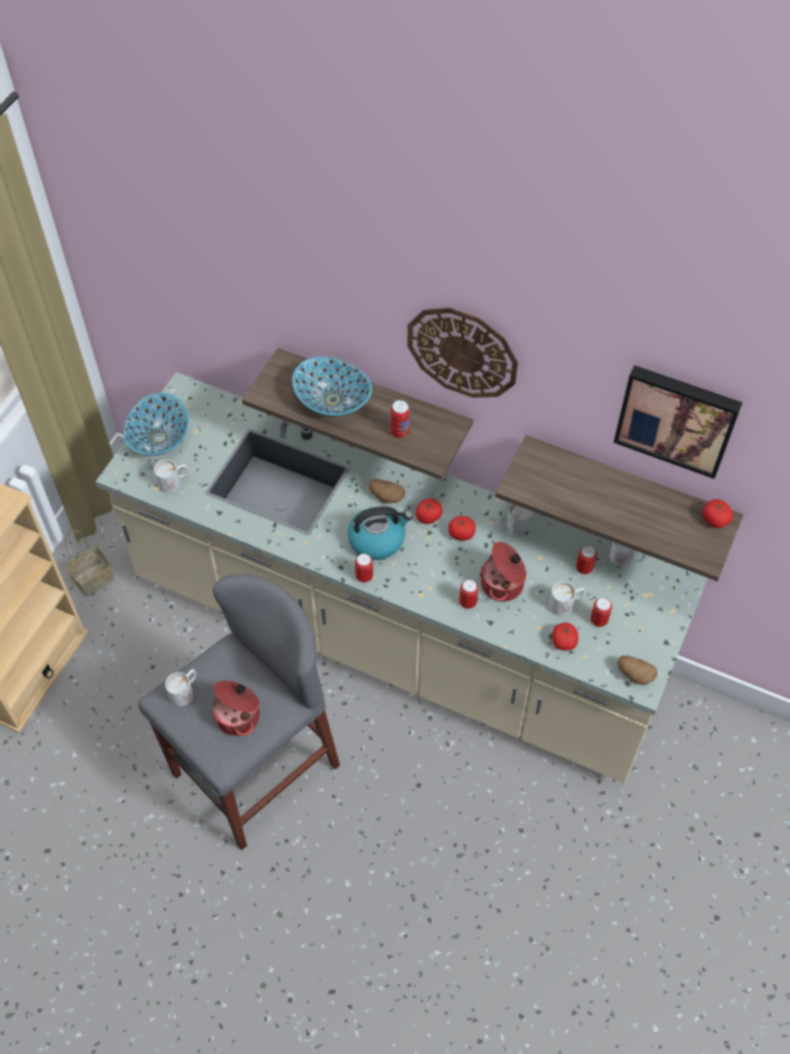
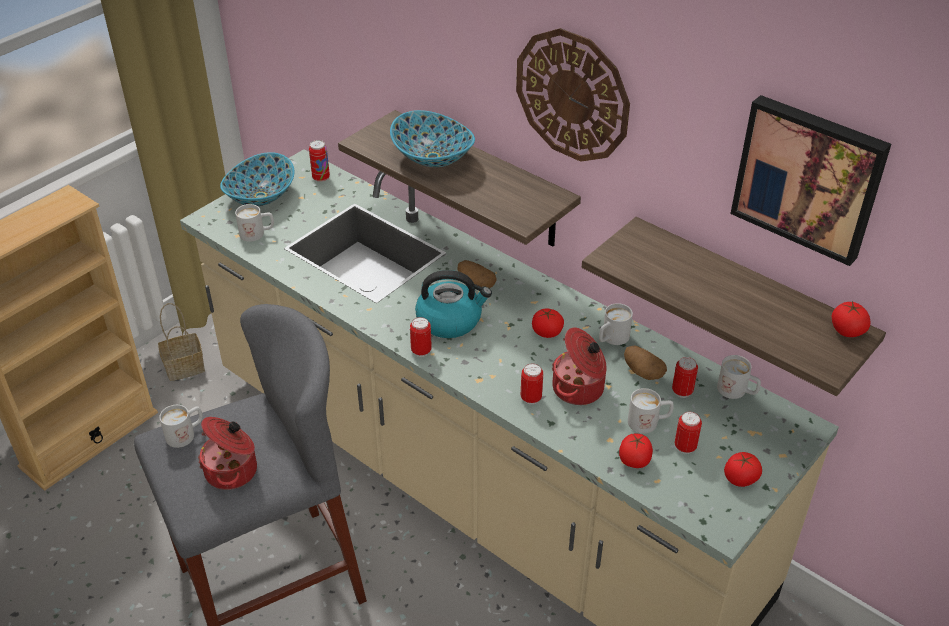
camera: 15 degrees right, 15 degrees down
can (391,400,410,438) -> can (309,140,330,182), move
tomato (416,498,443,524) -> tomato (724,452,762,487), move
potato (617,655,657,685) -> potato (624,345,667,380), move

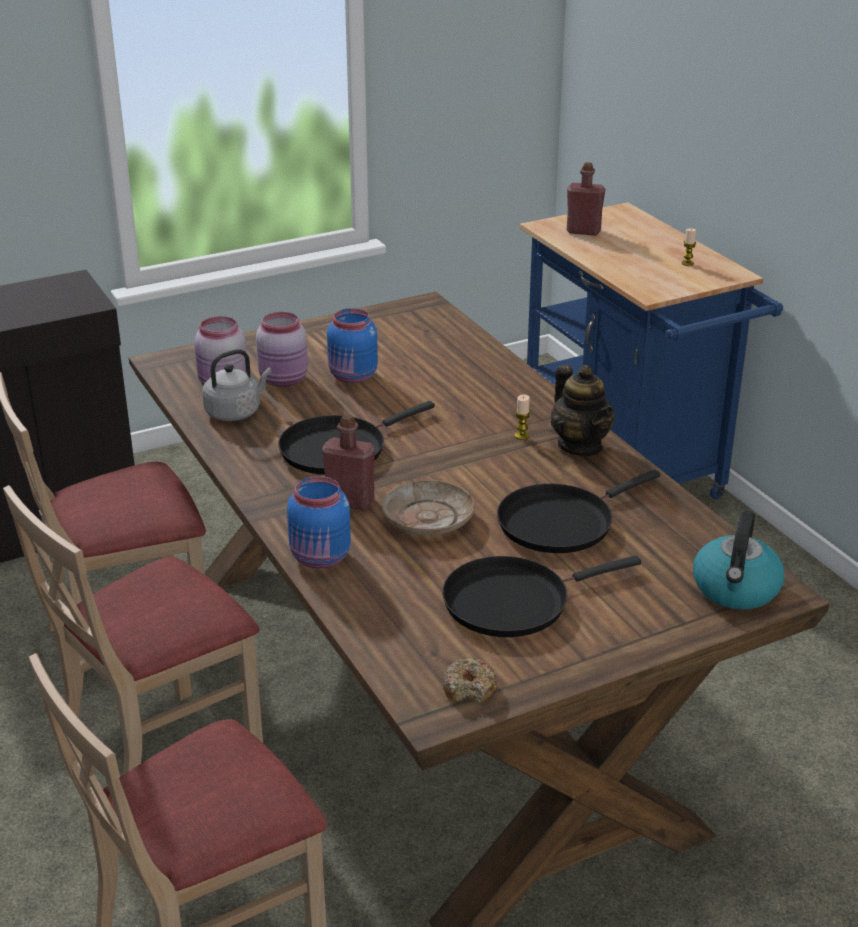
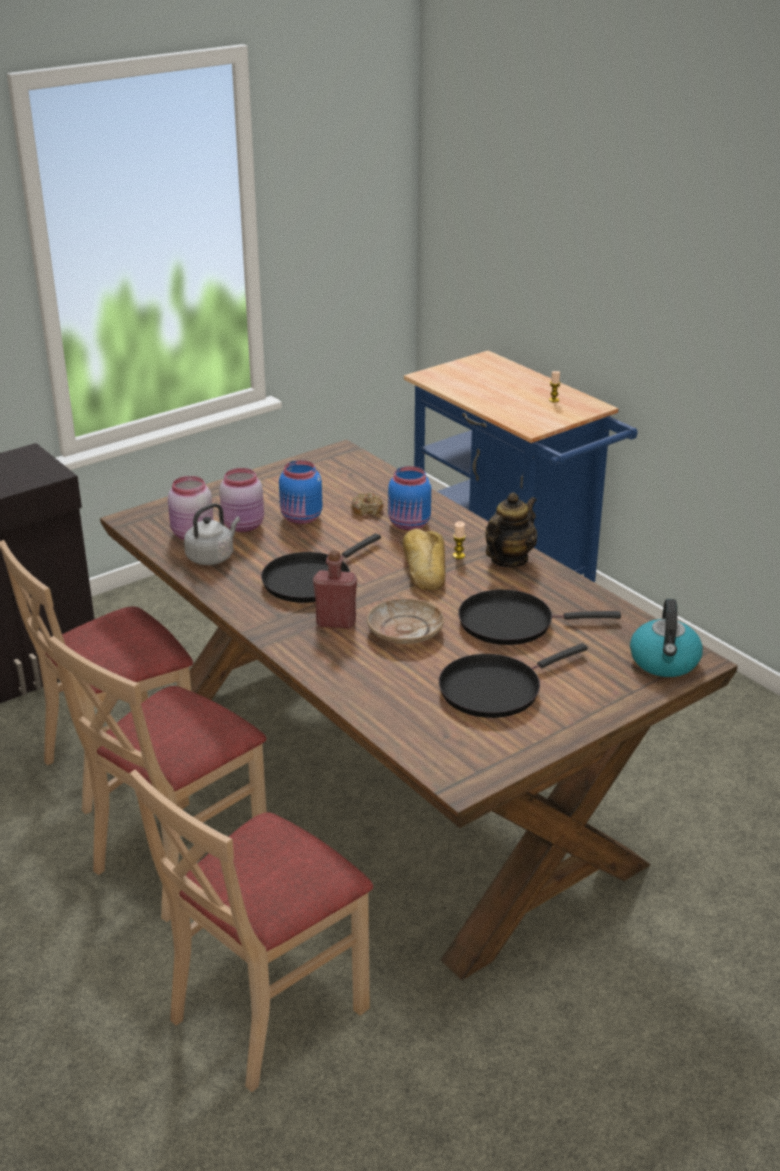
camera: 10 degrees left, 0 degrees up
jar in blue (287,476,351,568) -> jar in blue (388,466,431,530), move
donut (442,657,497,703) -> donut (351,492,384,516), move
frying pan in black (497,470,660,553) -> frying pan in black (458,589,621,645), 45 degrees clockwise
teapot (551,365,614,456) -> teapot (485,492,537,567), 105 degrees counterclockwise
bottle in red (567,162,606,236) -> none
none -> bread (403,528,446,590)

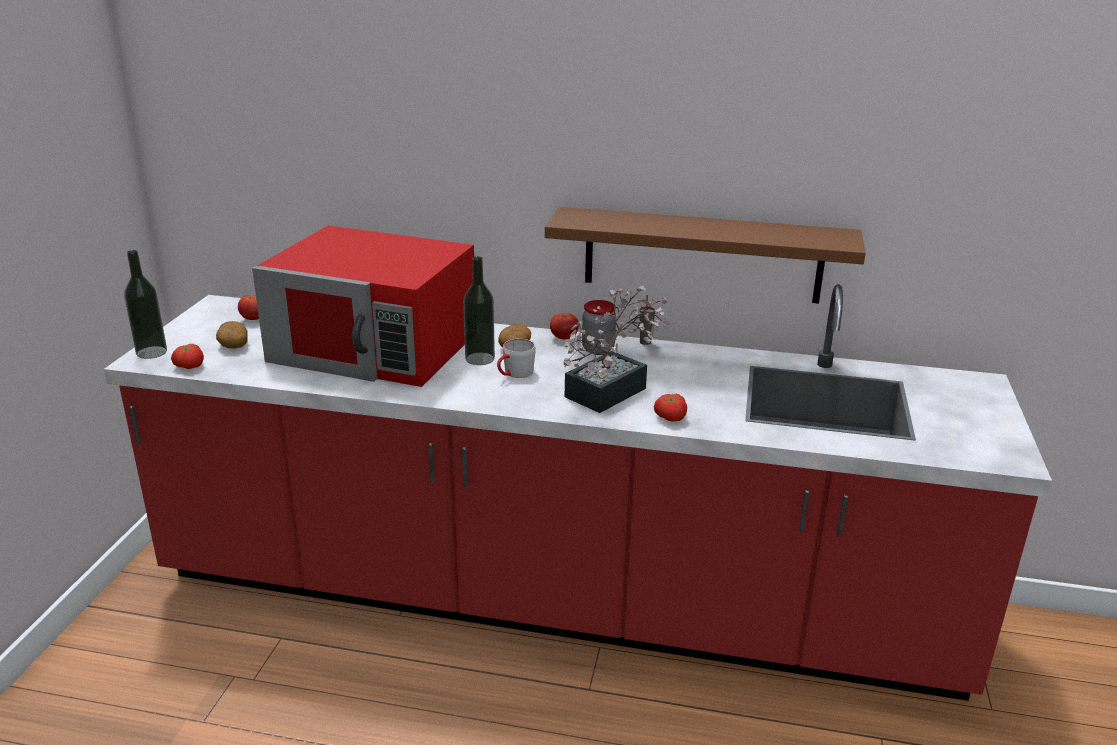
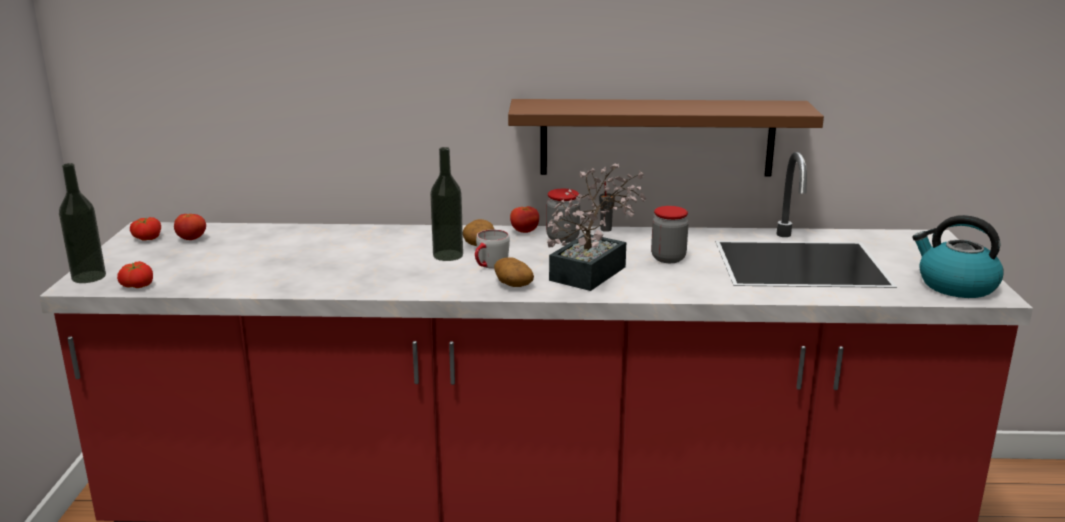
camera: 10 degrees left, 5 degrees down
potato (216,321,248,349) -> potato (494,257,534,287), move
microwave in red (252,225,474,387) -> none
tomato (654,394,687,422) -> tomato (130,217,161,240), move
none -> jar (651,206,689,263)
none -> kettle (913,215,1004,298)

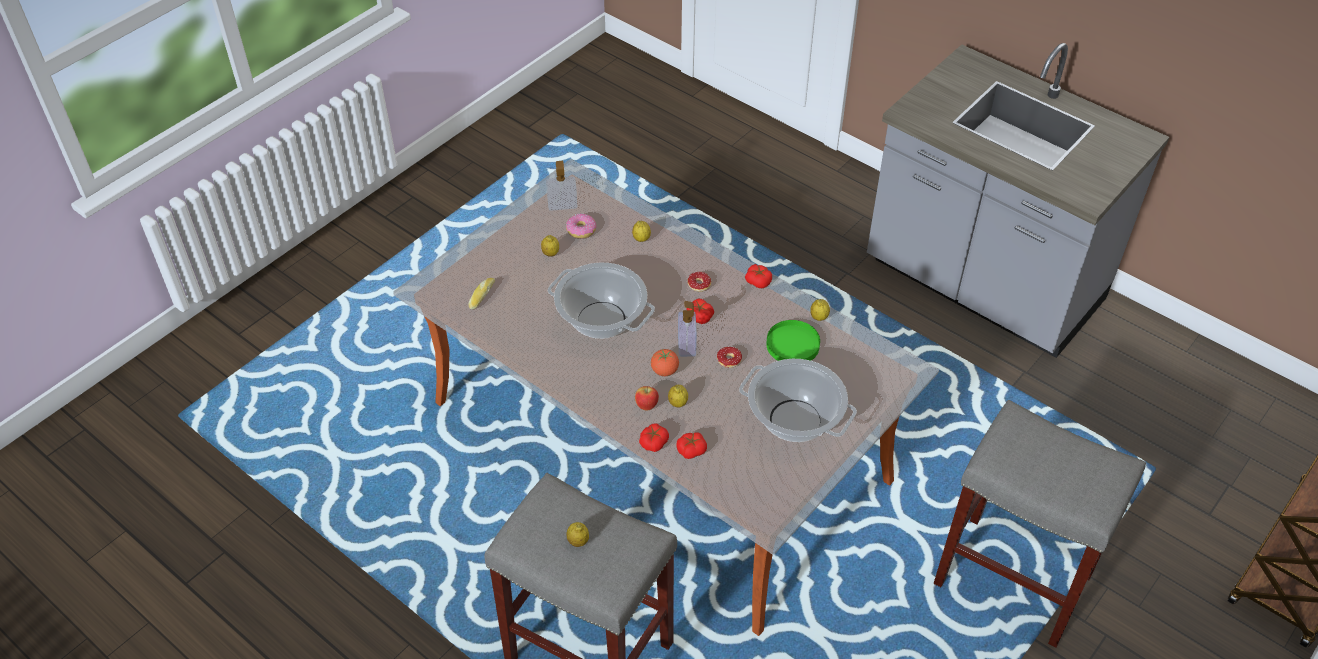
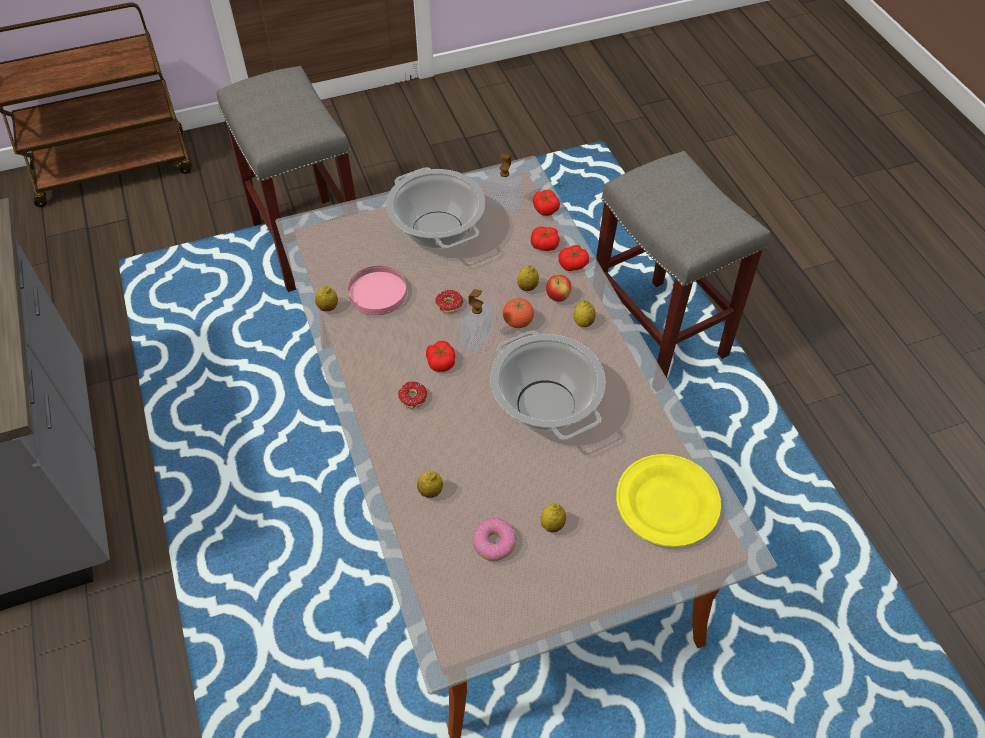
camera: 150 degrees left, 5 degrees up
bread (469,278,495,310) -> plate in yellow (616,454,721,547)
soap dispenser (546,161,577,211) -> soap dispenser (487,154,523,212), move
lemon (566,522,589,547) -> lemon (573,300,596,327), move
tomato (745,264,772,288) -> tomato (533,190,560,216), move
plate in green (766,320,820,361) -> plate in pink (348,266,407,315)

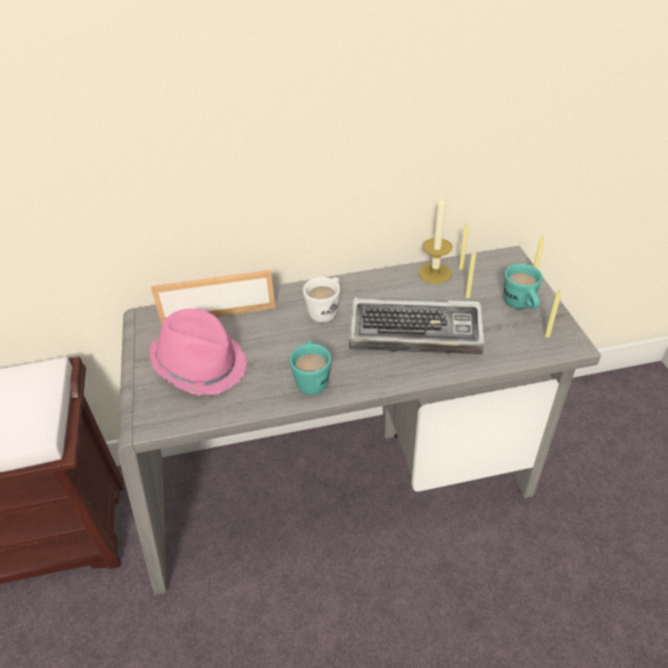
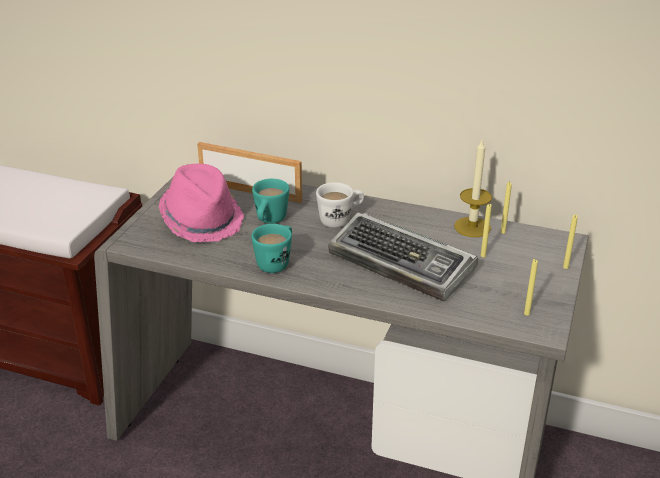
camera: 30 degrees right, 10 degrees down
mug in turquoise (504,264,543,309) -> mug in turquoise (252,179,289,224), move

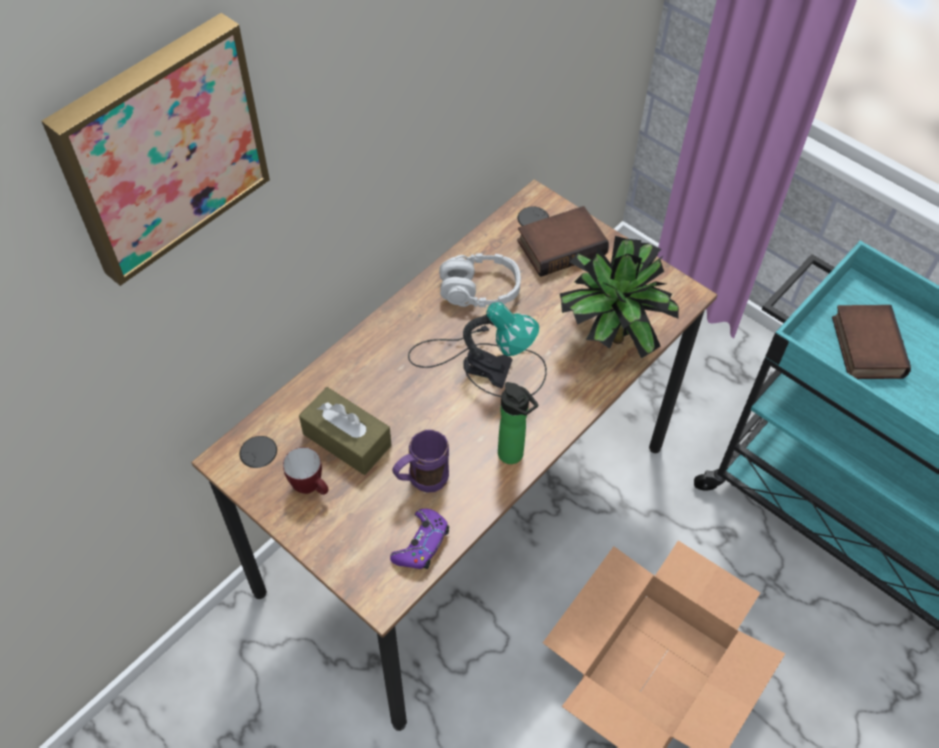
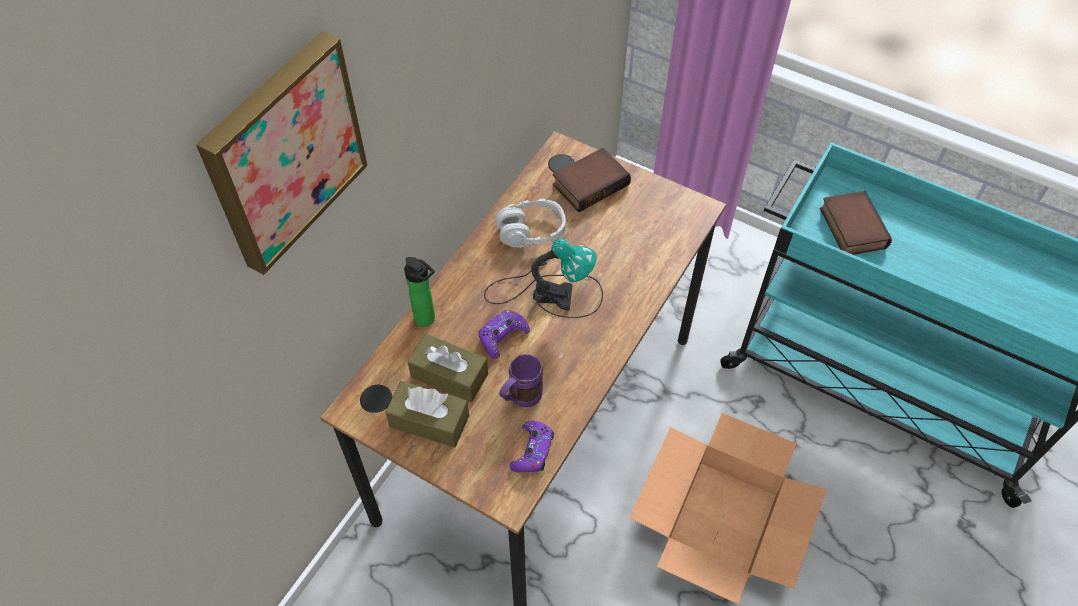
camera: 10 degrees left, 0 degrees up
mug (283,447,329,495) -> tissue box in brown (385,381,469,448)
bottle (498,382,538,464) -> bottle (404,257,435,327), move
potted plant (559,236,679,358) -> none
none -> game controller in purple (479,310,530,359)

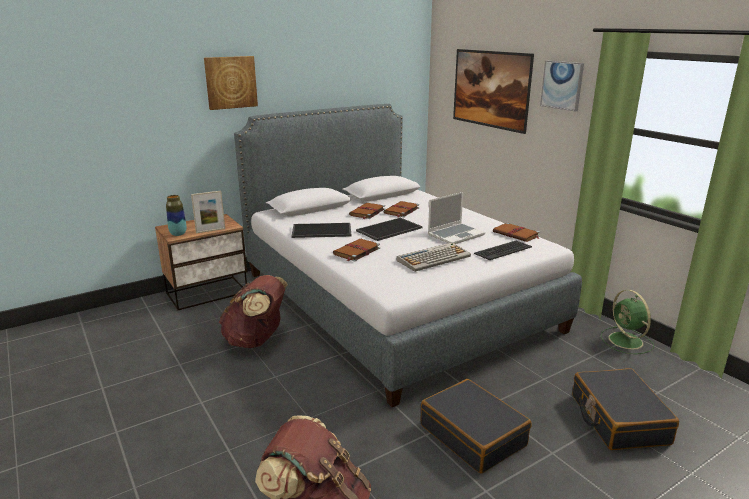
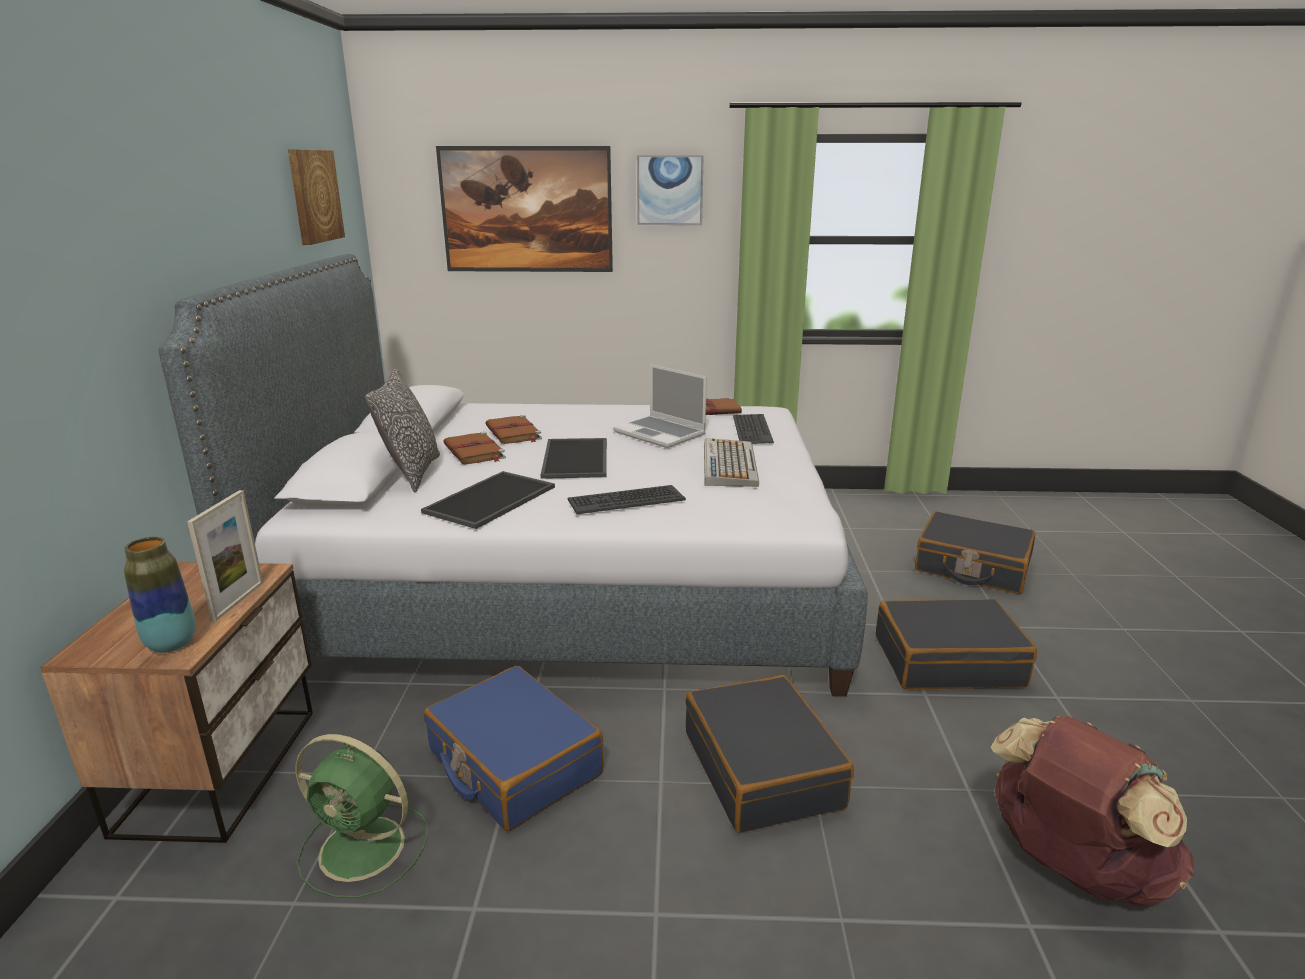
camera: 55 degrees left, 0 degrees up
picture (204,56,258,110) -> picture (288,149,345,245), move
backpack in brown (219,275,288,348) -> suitcase in blue (424,666,603,831)
book in brown (333,239,380,261) -> keyboard (568,485,686,514)
laptop (428,192,485,244) -> laptop (613,364,707,448), 135 degrees clockwise
fan in green (601,290,654,354) -> fan in green (295,734,428,898), move
none -> pillow (365,368,440,493)
none -> suitcase in black (685,675,854,833)

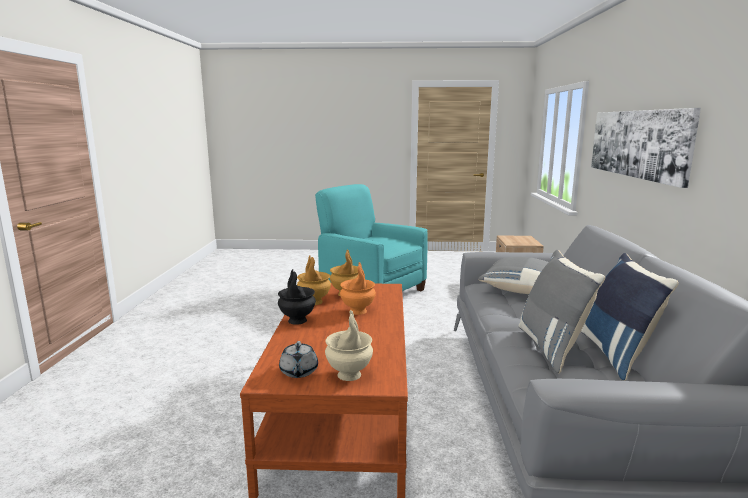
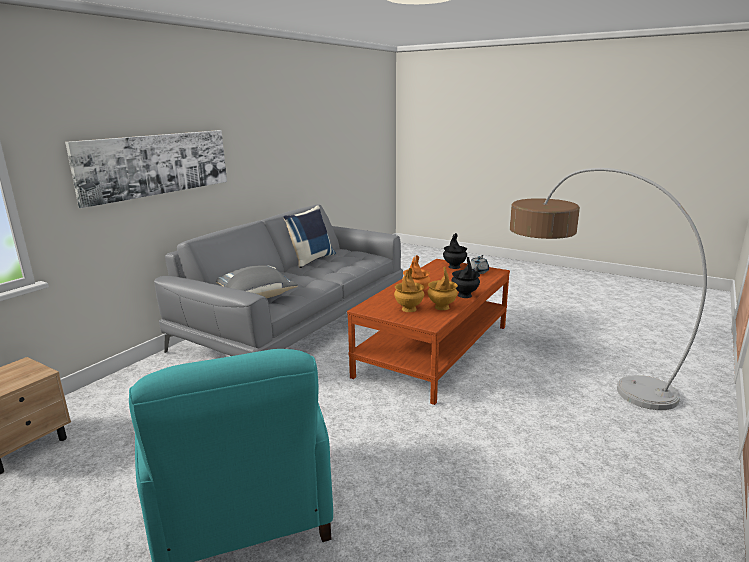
camera: 150 degrees left, 5 degrees up
vase in beige (325,310,373,381) -> vase in black (443,233,467,269)
pillow in grey (518,250,605,374) -> none
none -> floor lamp (510,168,707,410)

